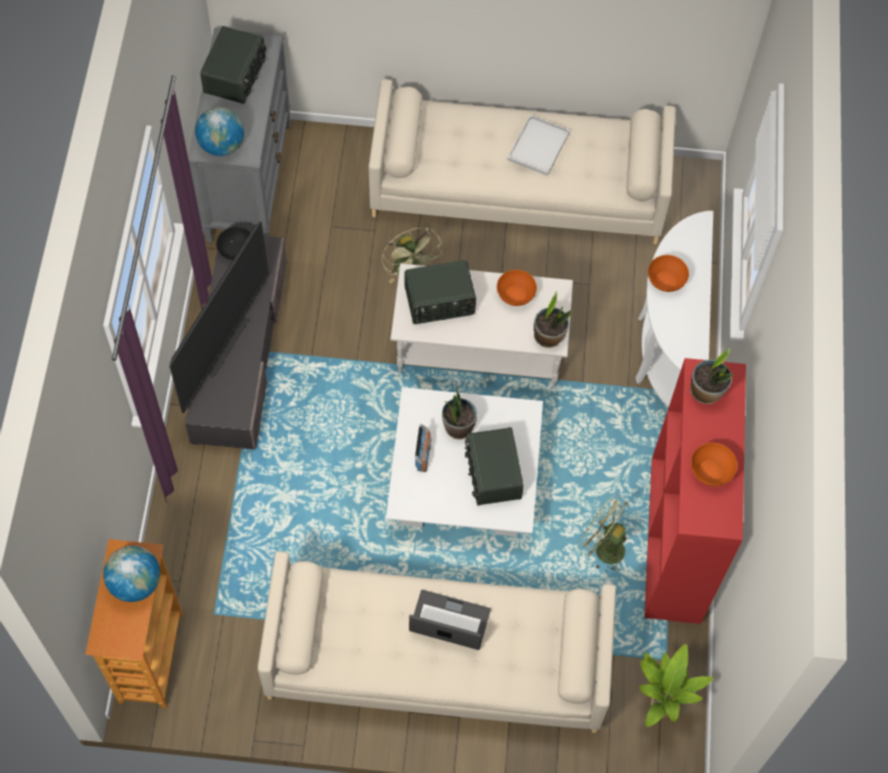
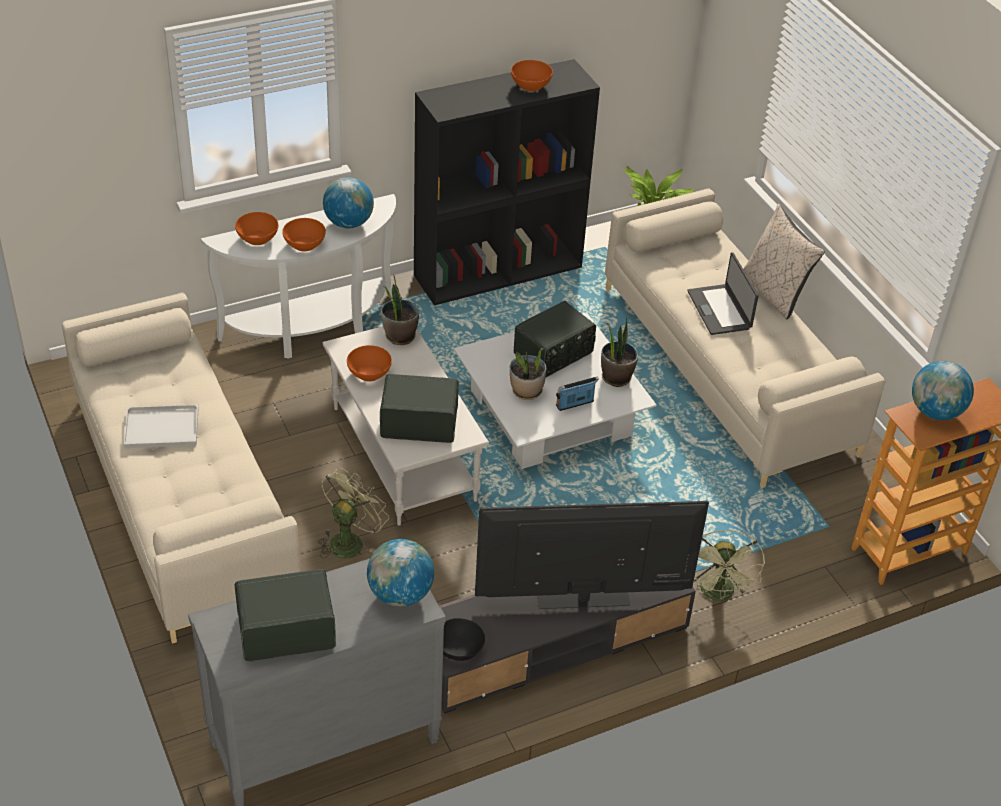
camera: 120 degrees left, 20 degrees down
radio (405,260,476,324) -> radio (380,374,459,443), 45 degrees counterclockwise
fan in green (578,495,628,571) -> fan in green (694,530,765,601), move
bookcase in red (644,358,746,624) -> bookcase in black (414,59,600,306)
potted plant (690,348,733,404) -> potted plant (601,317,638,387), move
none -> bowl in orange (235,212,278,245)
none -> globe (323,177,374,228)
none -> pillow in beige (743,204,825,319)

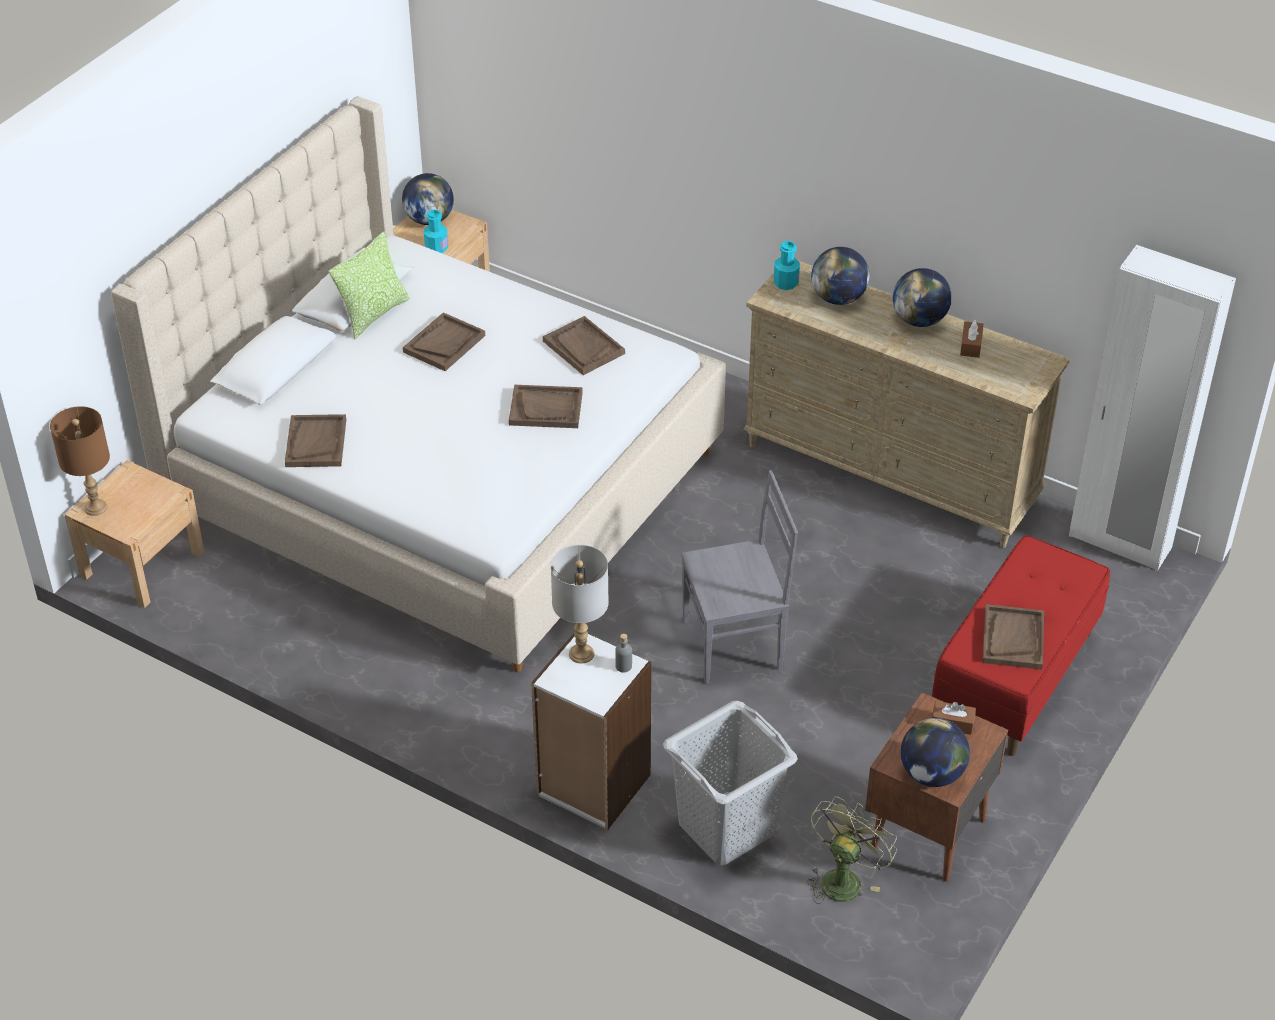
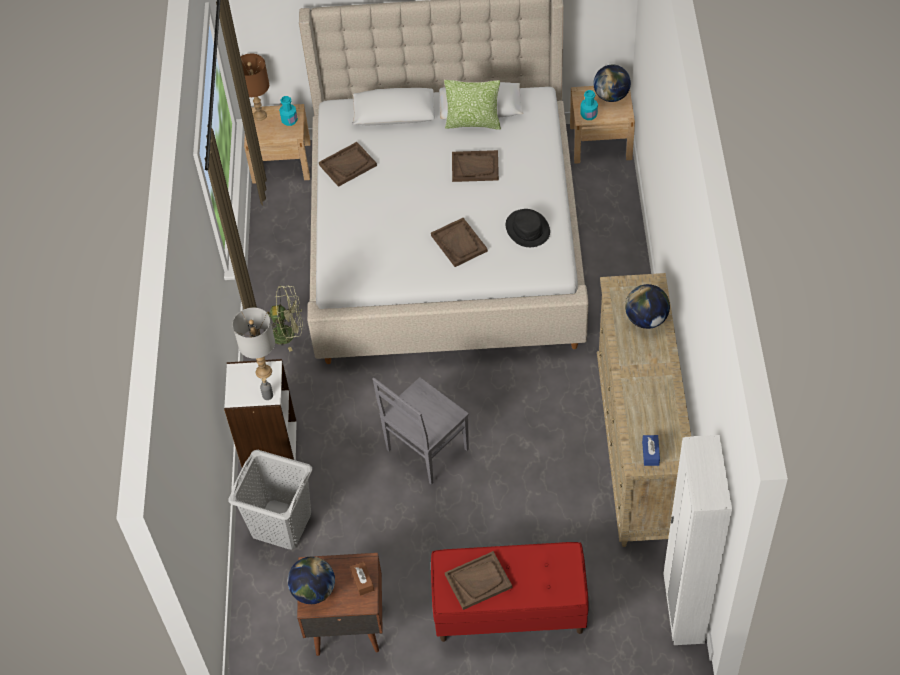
camera: 60 degrees right, 10 degrees up
tray in brown (543,316,625,375) -> hat in black (506,209,550,247)
chair in grey (681,470,798,684) -> chair in grey (373,377,469,485), 90 degrees clockwise
bottle in turquoise (774,241,800,290) -> bottle in turquoise (279,96,298,126), move
fan in green (807,796,897,904) -> fan in green (267,286,303,352), move
globe (893,268,952,327) -> none
tissue box in brown (960,320,983,358) -> none
none -> tissue box in blue (642,435,660,466)

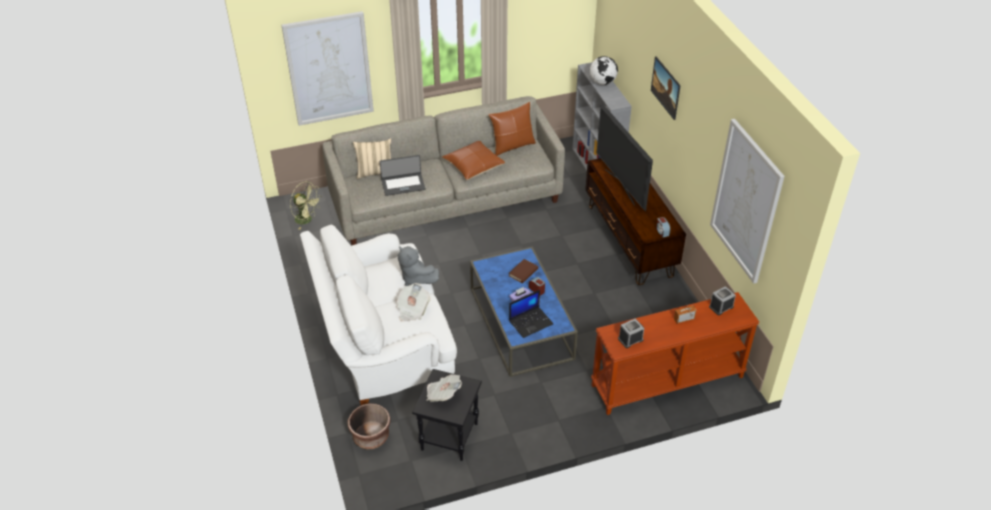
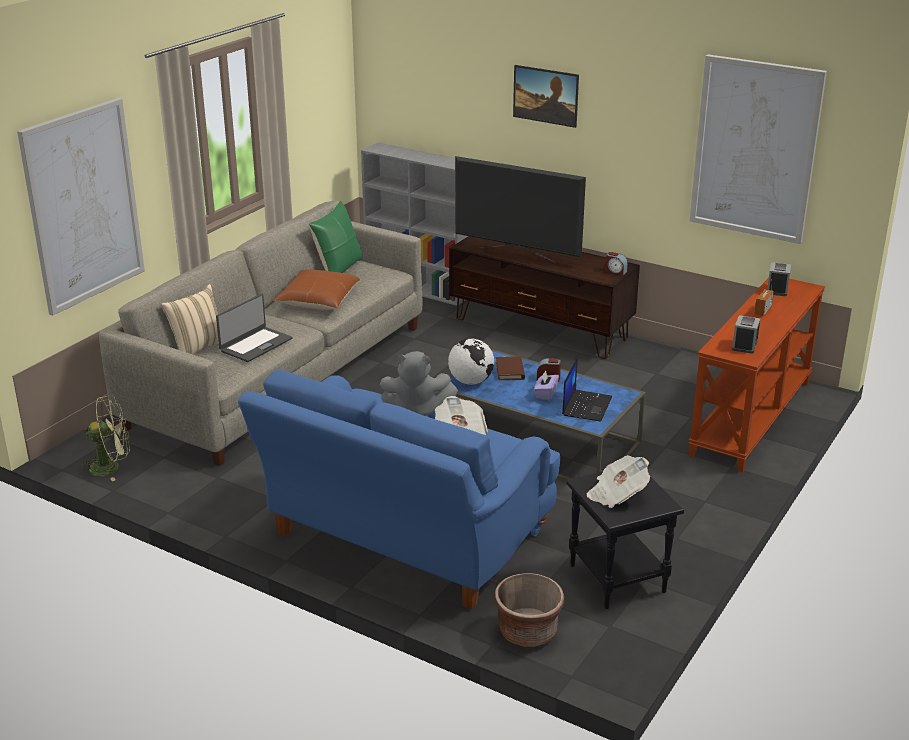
camera: 40 degrees left, 15 degrees down
sofa in white (300,225,457,405) -> sofa in blue (238,370,560,610)
pillow in brown (488,102,536,156) -> pillow in green (309,201,363,273)
globe (590,56,618,85) -> globe (448,338,494,385), move

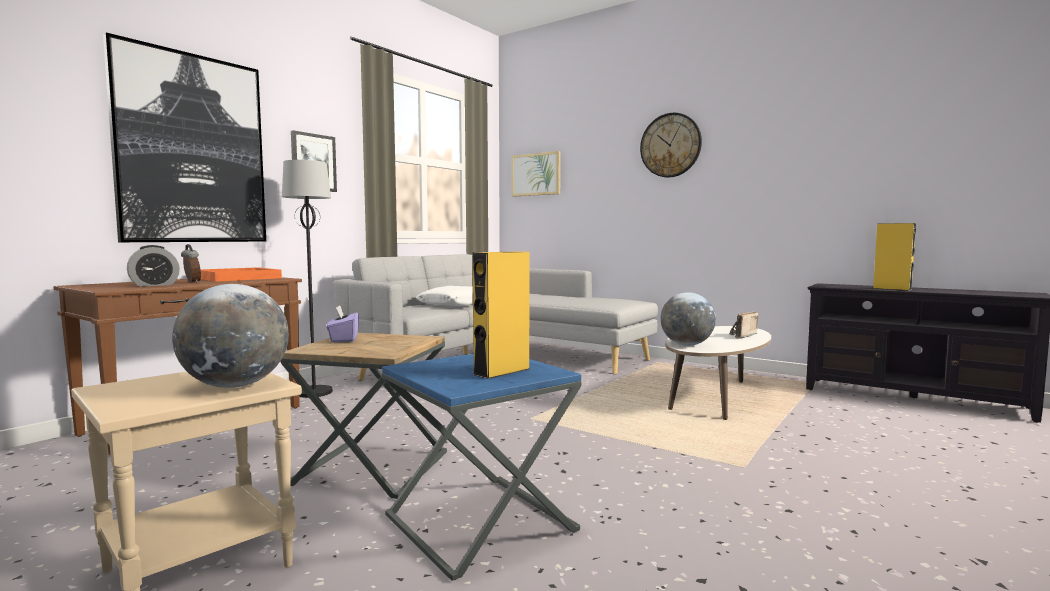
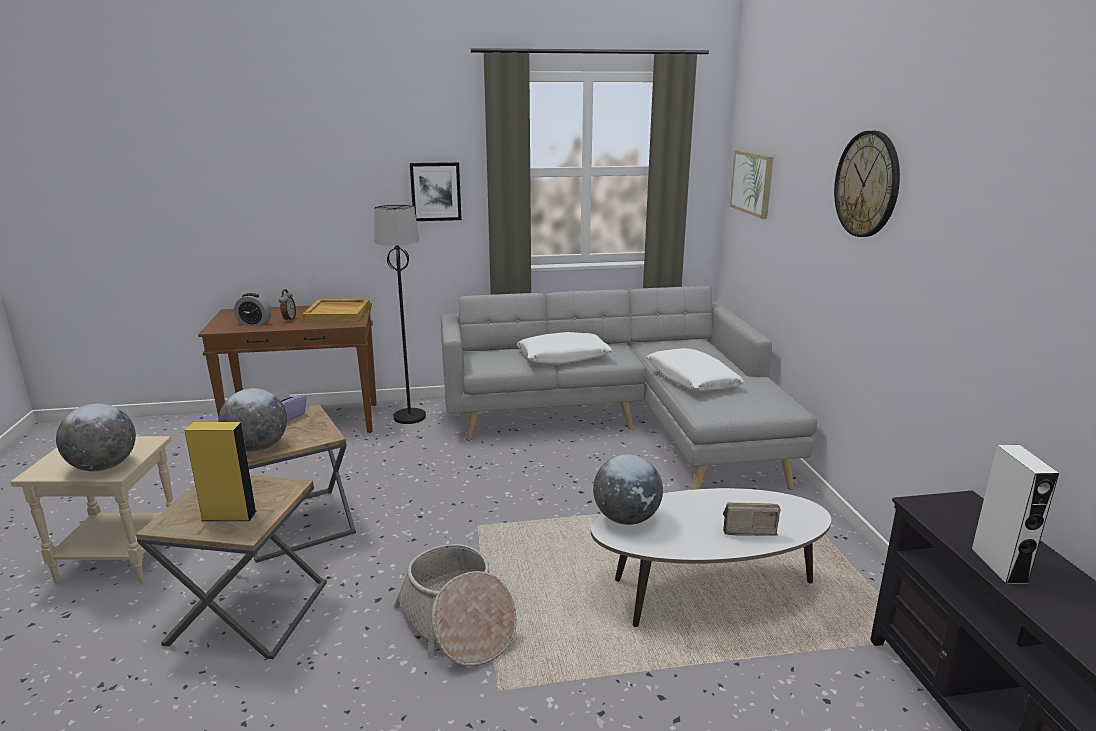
camera: 45 degrees right, 15 degrees up
picture (103,33,266,242) -> none
tray in orange (201,267,282,282) -> tray in beige (302,299,370,321)
side table in blue (382,354,581,581) -> side table in brown (136,475,327,659)
speaker in yellow (873,223,916,291) -> speaker in white (971,445,1059,585)
none -> globe (218,388,287,452)
none -> basket (394,544,517,666)
none -> pillow in white (647,348,744,392)

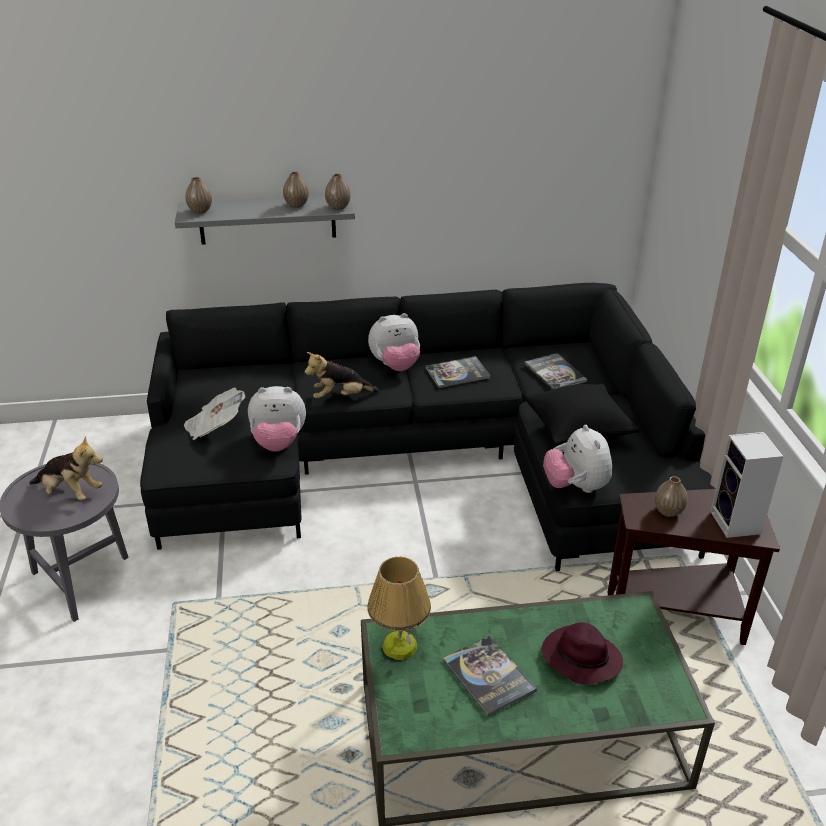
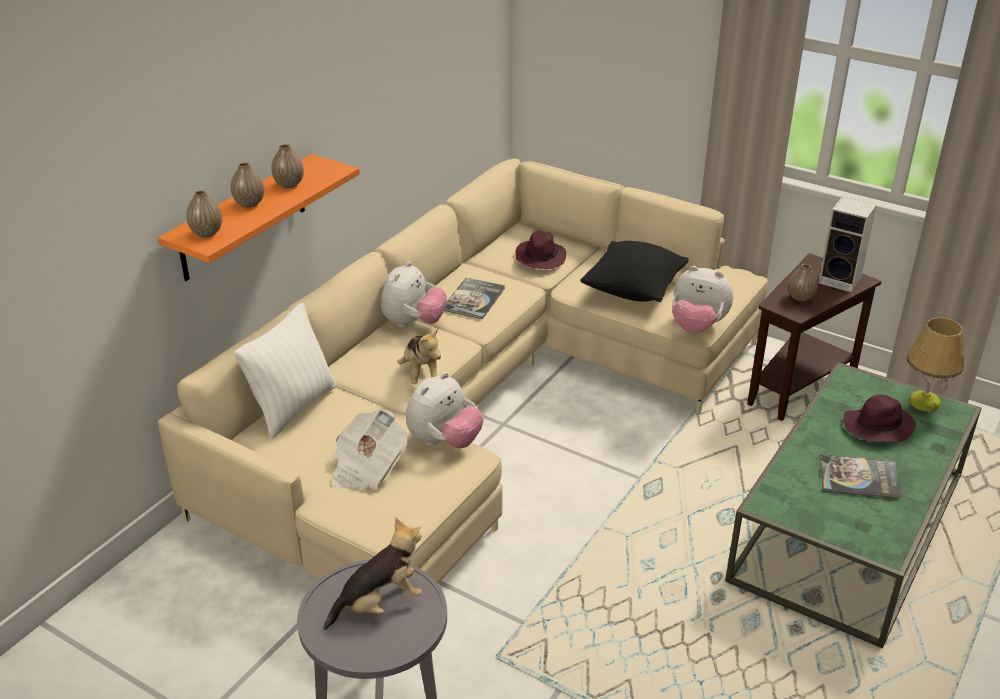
camera: 50 degrees left, 0 degrees up
sofa in black (140,283,716,571) -> sofa in beige (158,159,768,584)
shelf in grey (175,195,355,245) -> shelf in orange (158,154,360,281)
plush toy (305,352,379,399) -> plush toy (397,329,441,384), 45 degrees counterclockwise
vase (325,173,351,210) -> vase (231,162,264,208), move
table lamp (367,557,431,660) -> table lamp (906,318,964,412), move
book (524,353,587,390) -> hat in purple (515,231,566,269)
none -> pillow in white (234,303,337,439)

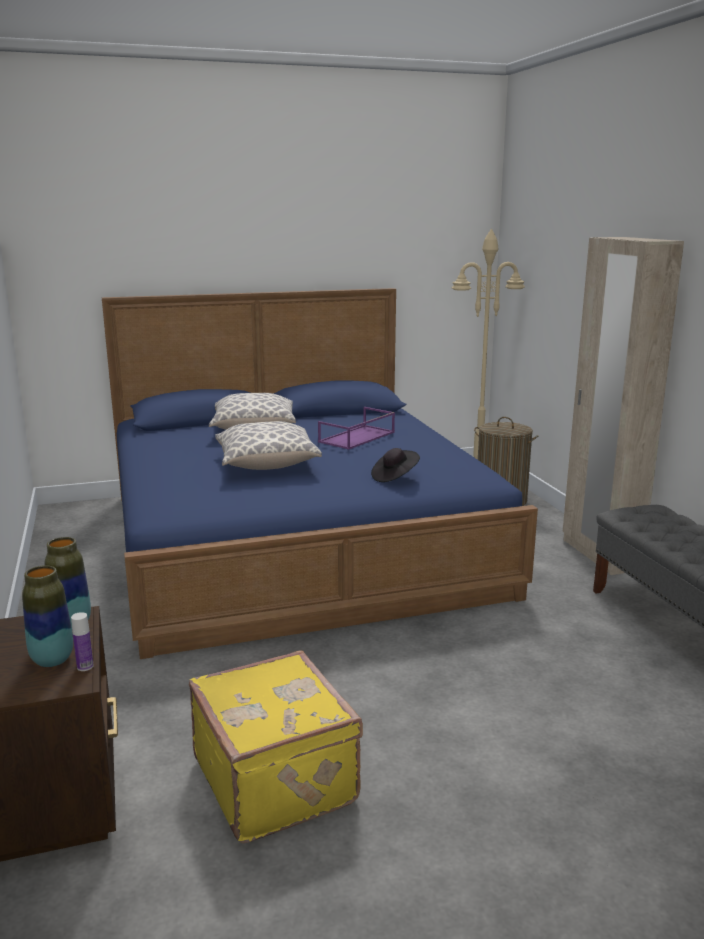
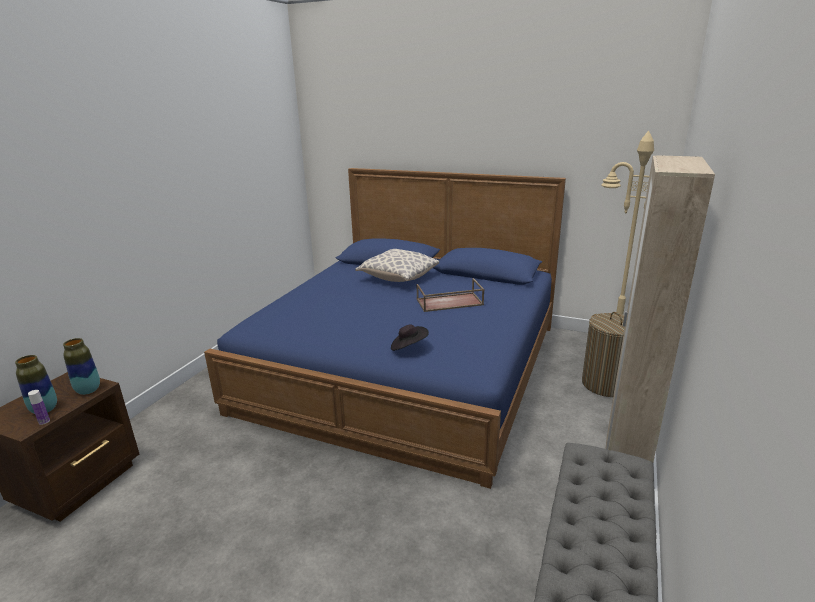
camera: 40 degrees right, 5 degrees up
suitcase in yellow (189,650,363,844) -> none
pillow (215,421,322,470) -> none
tray in purple (318,407,395,450) -> tray in brown (417,278,485,312)

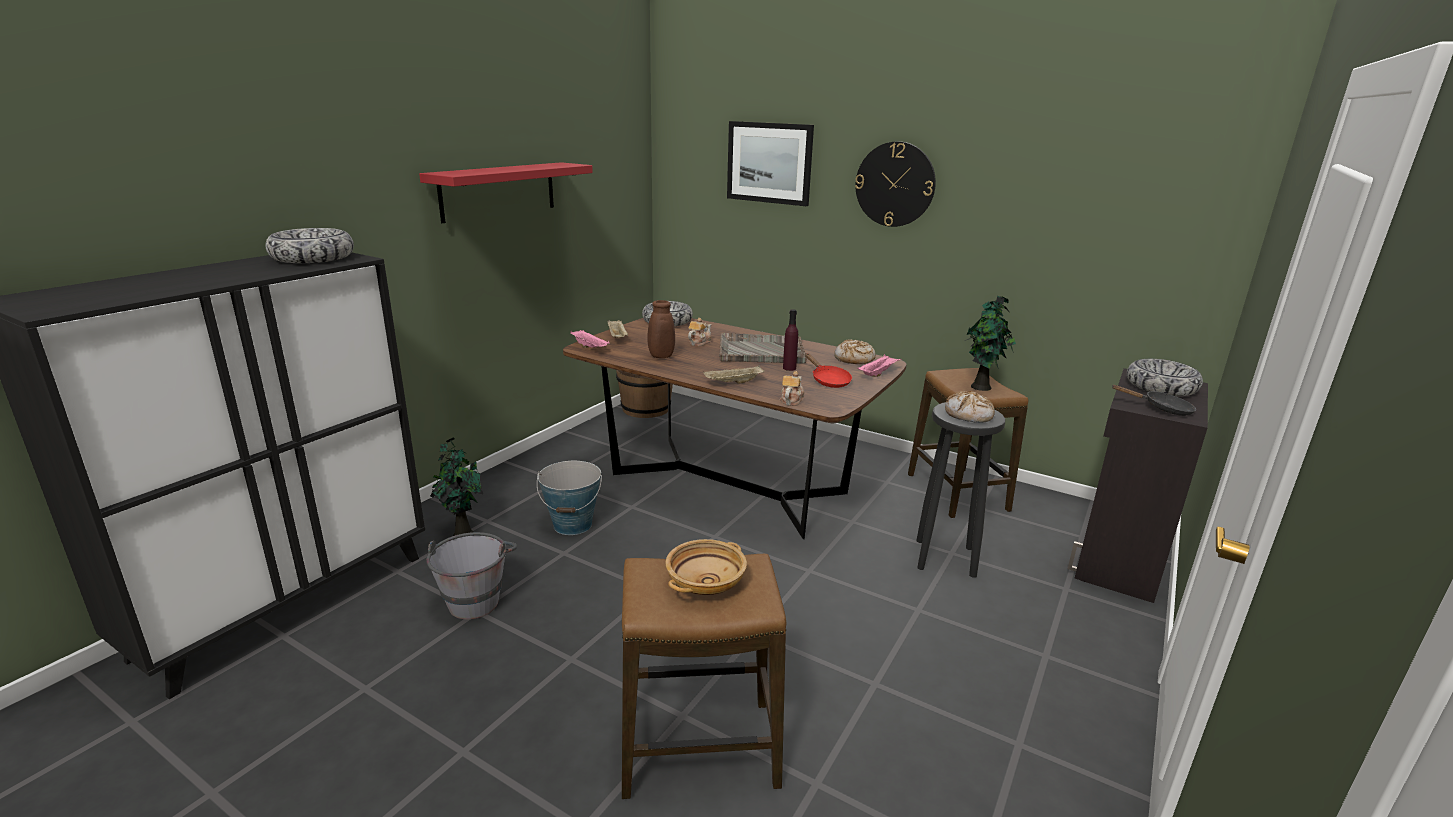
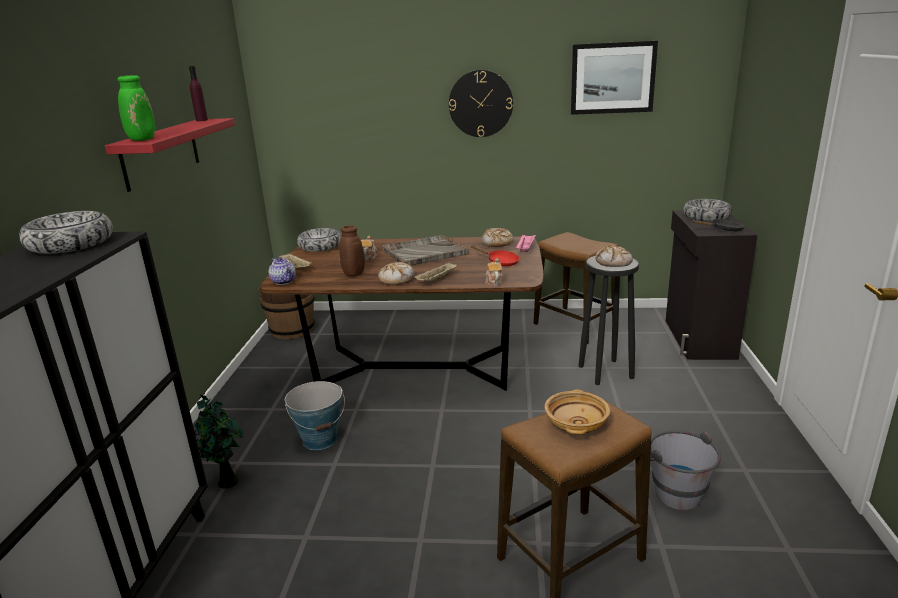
camera: 25 degrees left, 0 degrees up
bucket in grey (426,532,517,619) -> bucket in grey (650,430,721,510), move
tray in pink (570,330,609,348) -> teapot (269,257,296,285)
picture (727,121,814,206) -> picture (571,41,658,115), move
bottle in purple (783,309,798,371) -> bottle in purple (189,66,208,121), move
potted plant (965,295,1016,391) -> none
none -> vase in green (117,75,155,141)
none -> bread (378,262,415,285)

